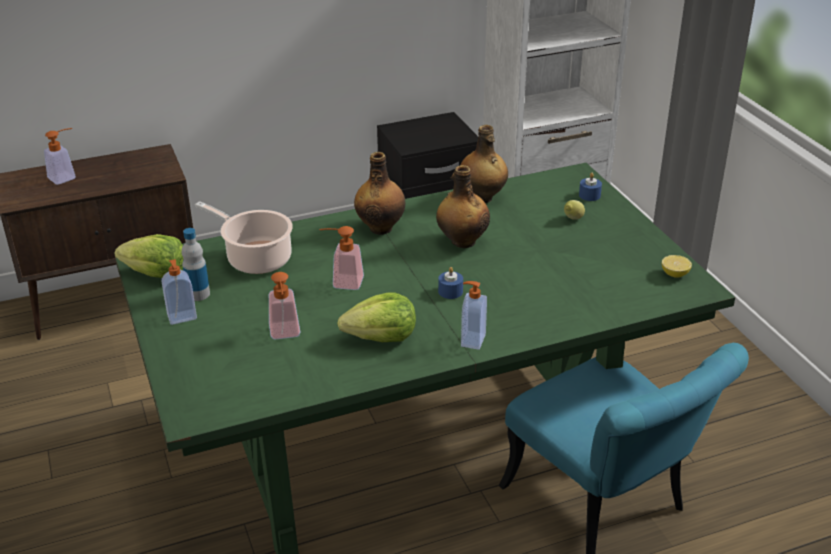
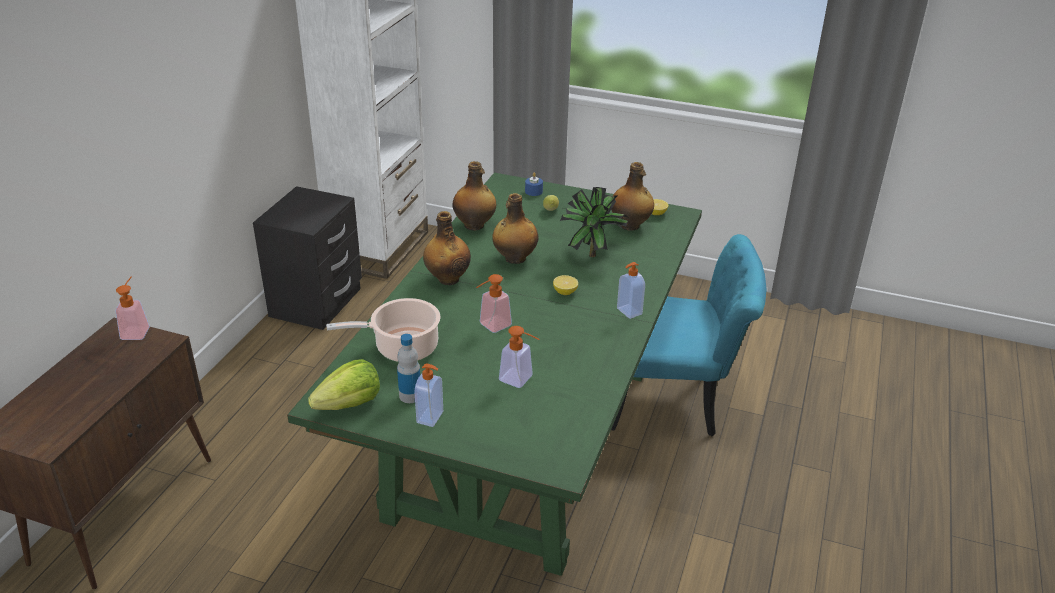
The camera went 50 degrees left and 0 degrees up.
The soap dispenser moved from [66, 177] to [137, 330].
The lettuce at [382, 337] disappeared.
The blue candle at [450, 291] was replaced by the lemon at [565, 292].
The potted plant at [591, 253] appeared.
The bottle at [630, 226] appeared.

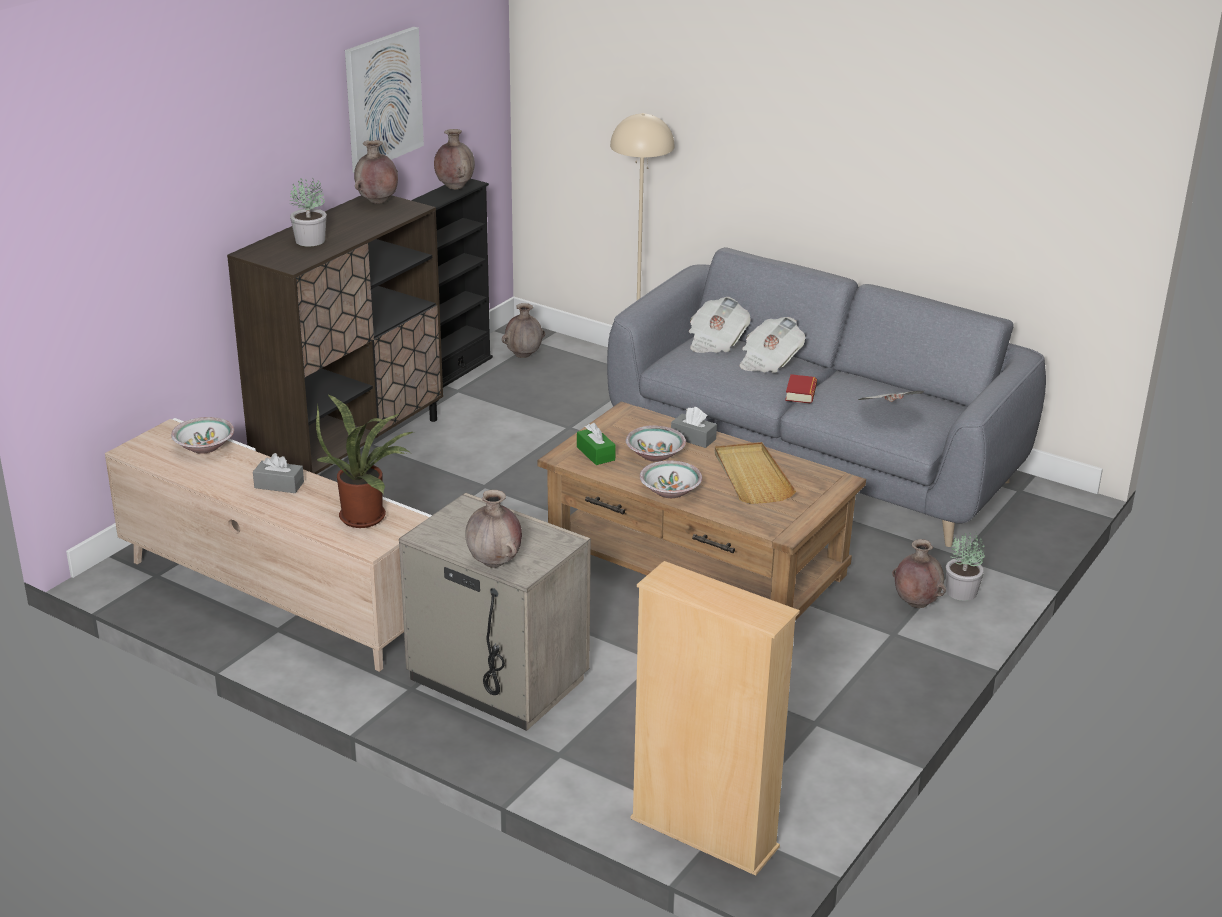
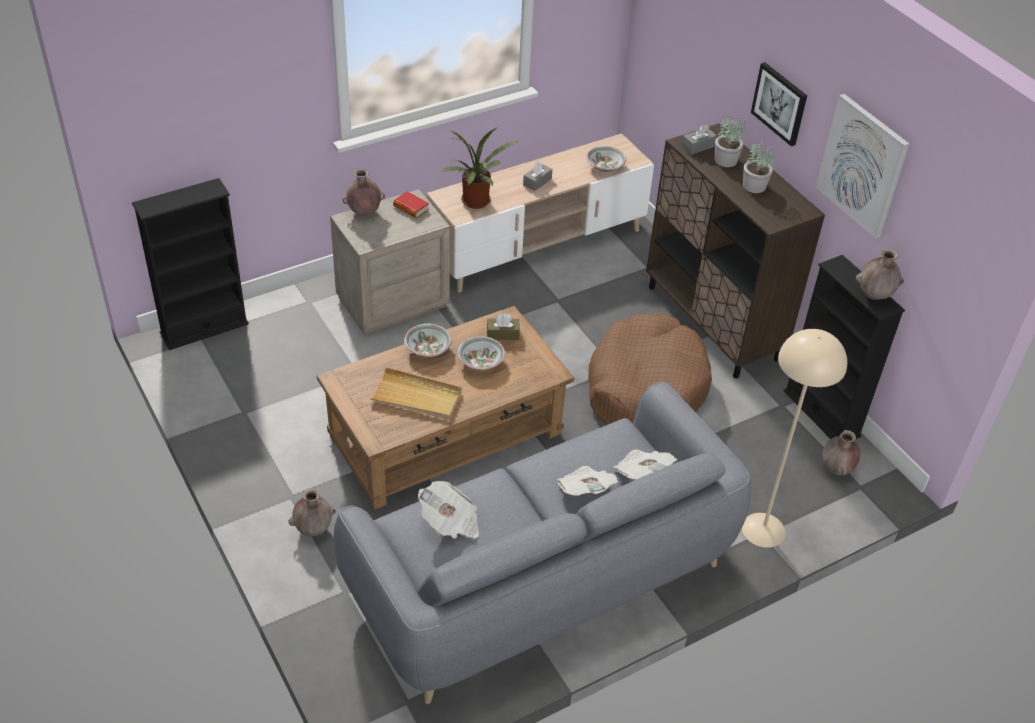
The camera went 115 degrees right and 15 degrees up.
The brown vase at [377, 201] disappeared.
The green tissue box at [595, 453] became the brown tissue box at [503, 334].
The beige bookcase at [703, 833] became the black bookcase at [204, 328].
The grey tissue box moved from [693, 438] to [698, 146].
The book moved from [801, 393] to [411, 208].
The potted plant moved from [962, 592] to [754, 186].
The brown dog bed at [645, 388] appeared.
The picture at [780, 103] appeared.

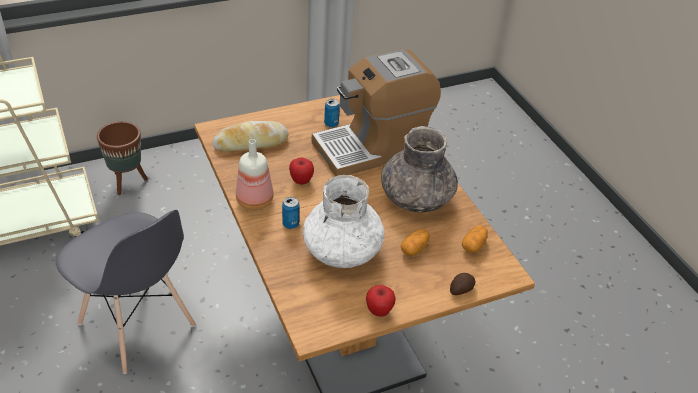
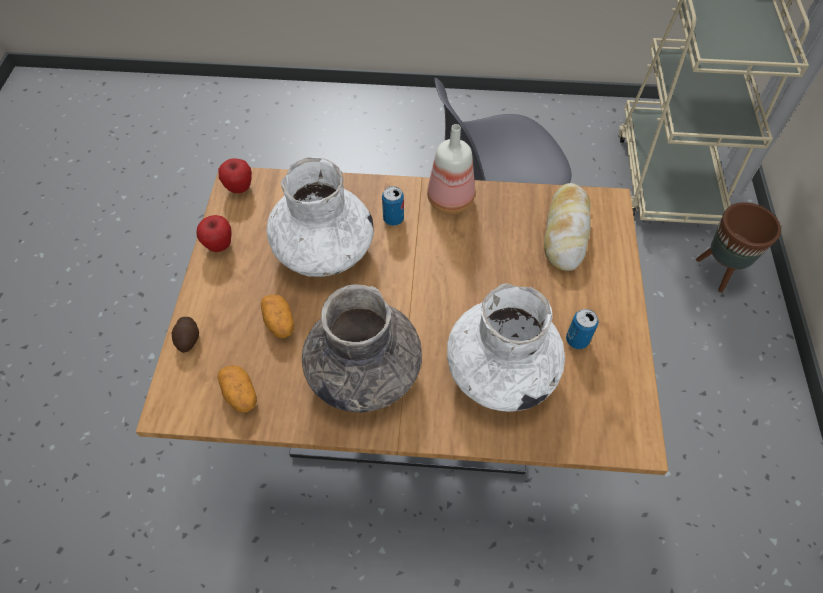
The camera went 120 degrees right and 15 degrees up.
The apple moved from [301, 181] to [239, 188].
The coffee machine at [373, 147] was replaced by the white vase at [500, 371].

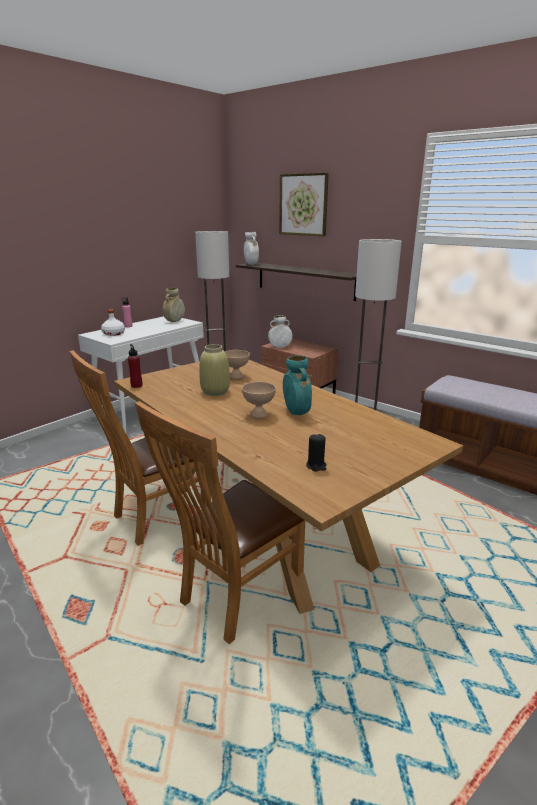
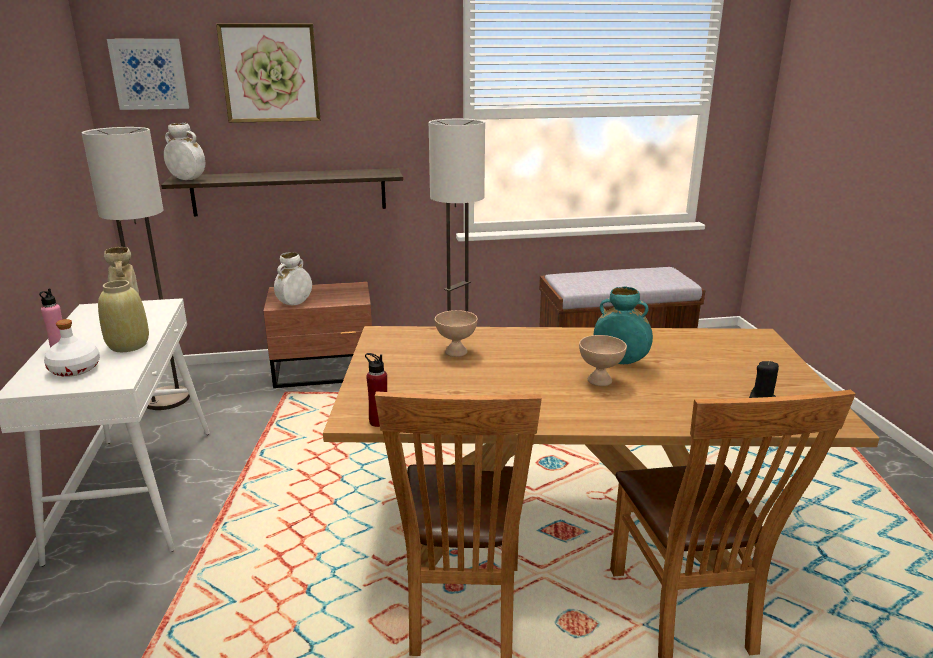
The camera went 50 degrees left and 0 degrees up.
The beige vase moved from [215, 391] to [129, 345].
The picture at [149, 74] appeared.

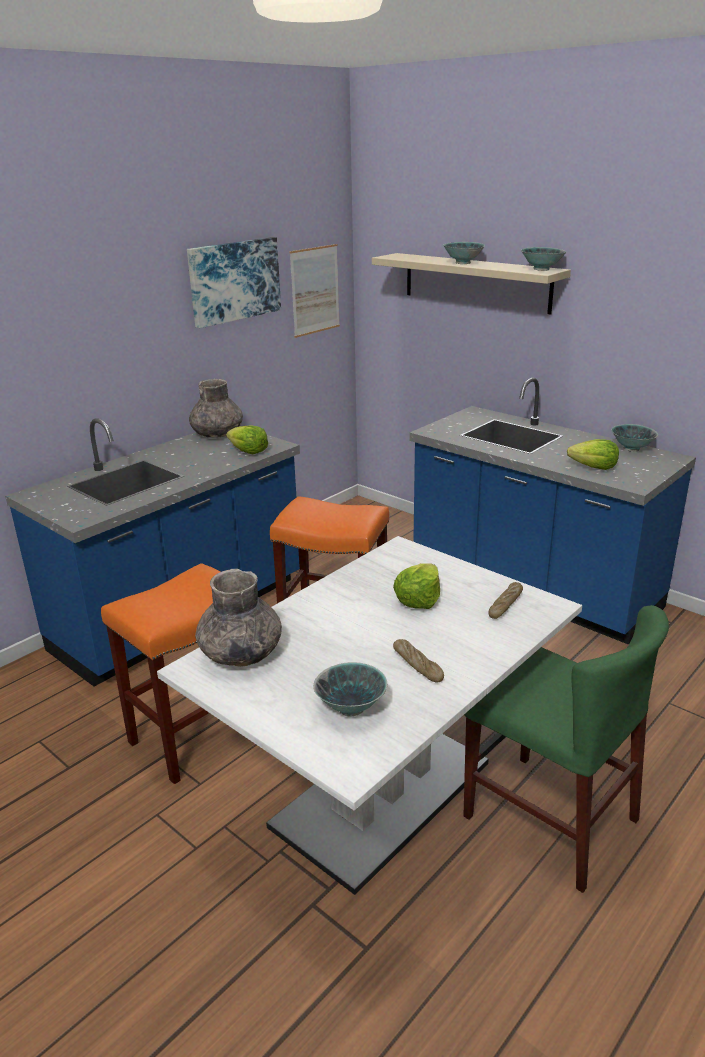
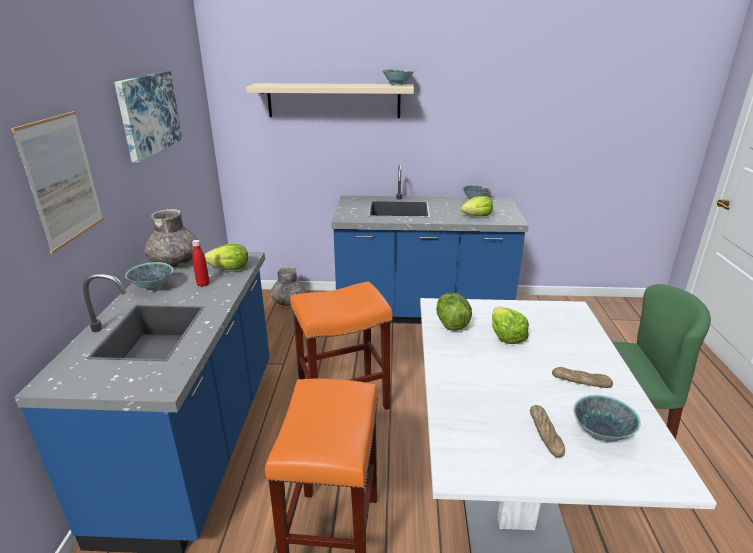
The camera went 40 degrees left and 0 degrees up.
The grey vase moved from [240, 653] to [289, 302].
The picture moved from [315, 290] to [62, 180].
The bowl moved from [462, 263] to [152, 288].
The bread moved from [505, 605] to [545, 434].
The red bottle at [203, 284] appeared.
The lettuce at [451, 323] appeared.

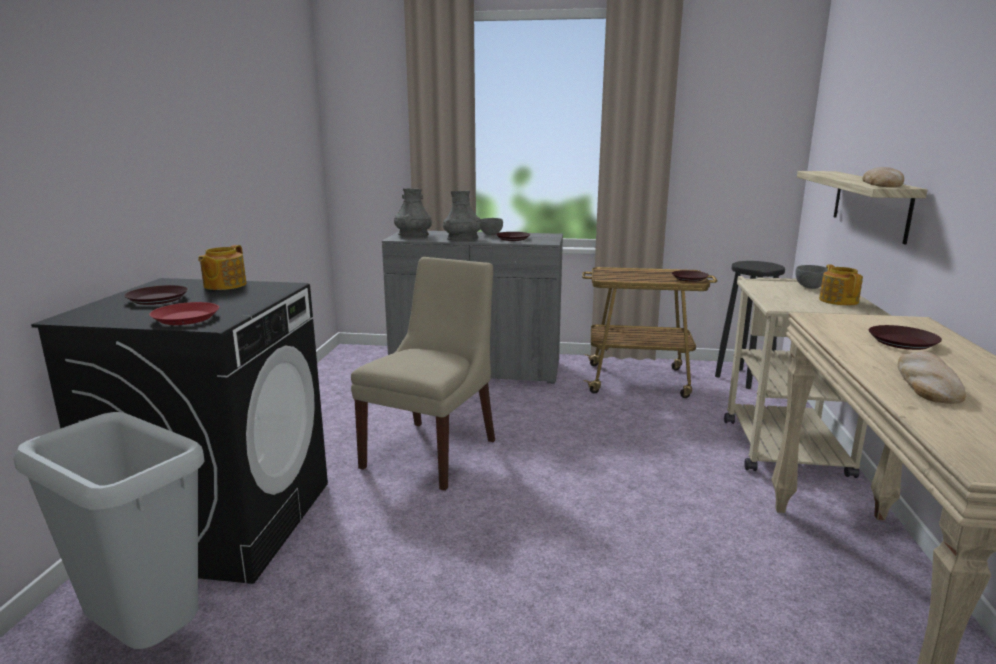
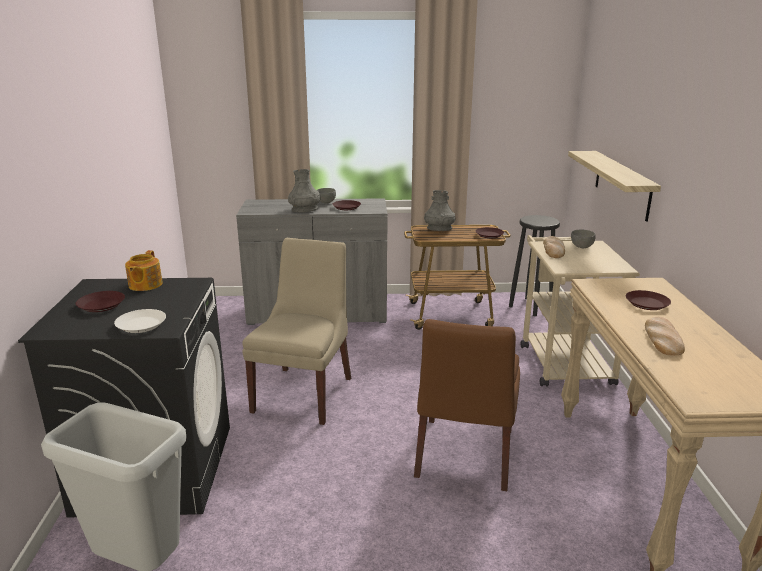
The camera went 10 degrees left and 5 degrees up.
The red plate at [186, 318] became the white plate at [141, 325].
The grey vase moved from [413, 235] to [439, 229].
The teapot at [838, 300] disappeared.
The bread moved from [882, 184] to [554, 250].
The brown chair at [464, 456] appeared.

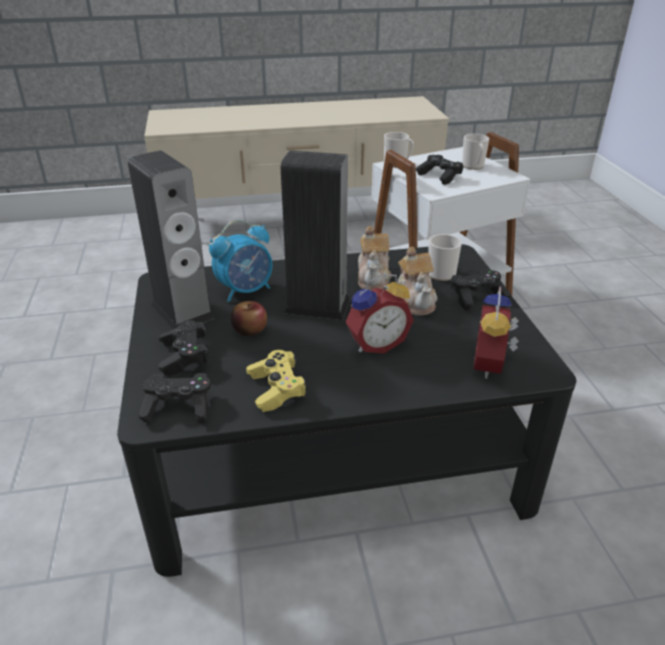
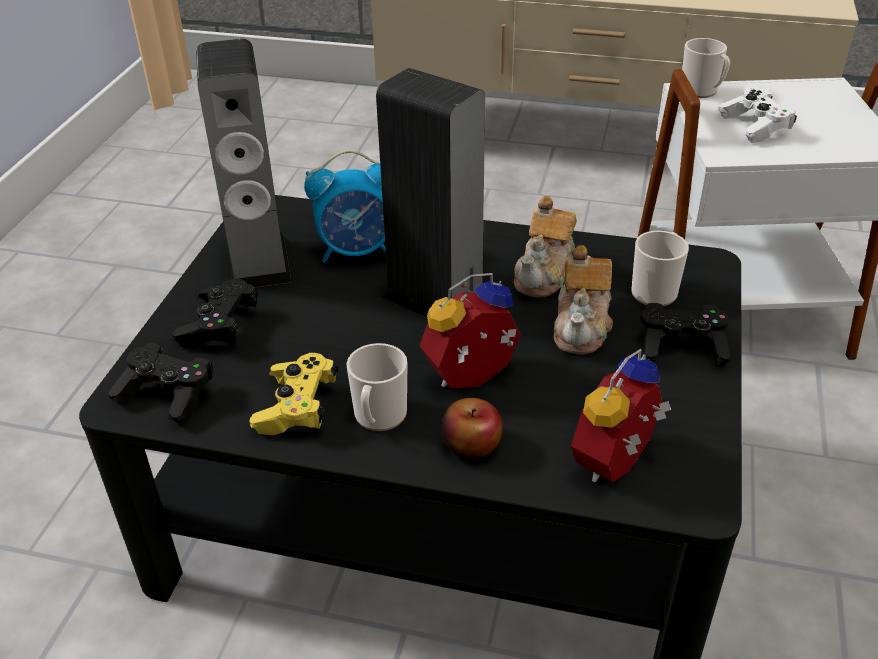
The camera went 25 degrees right and 5 degrees up.
The apple moved from [250, 330] to [471, 444].
The alarm clock at [376, 344] turned 150 degrees clockwise.
The black game controller at [439, 176] became the white game controller at [754, 126].
The mug moved from [473, 166] to [378, 417].

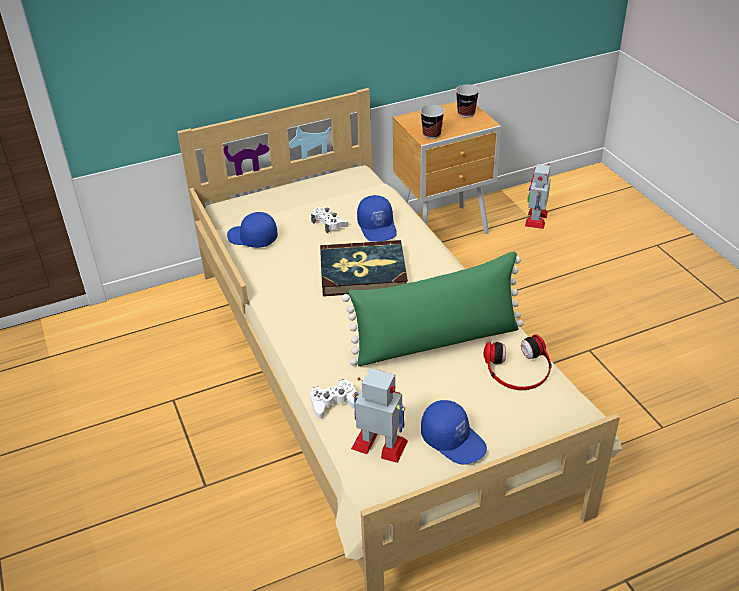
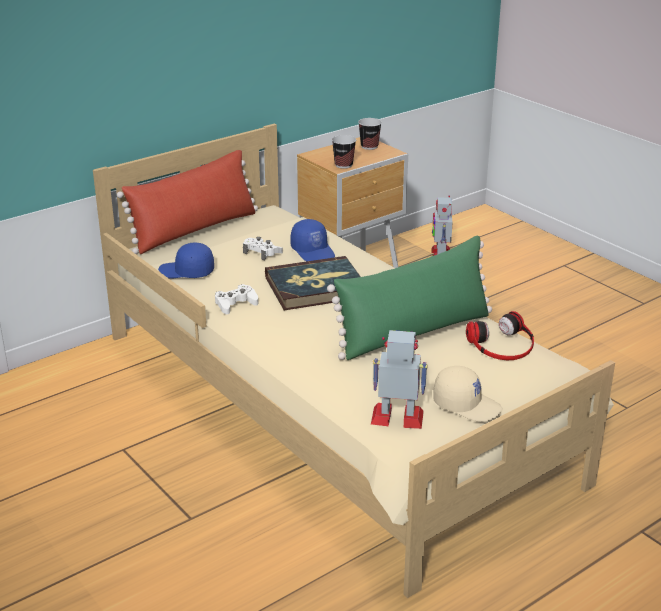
The camera went 15 degrees left and 10 degrees down.
The white game controller moved from [333, 402] to [235, 304].
The blue cap at [454, 440] became the beige cap at [467, 405].
The red pillow at [195, 230] appeared.

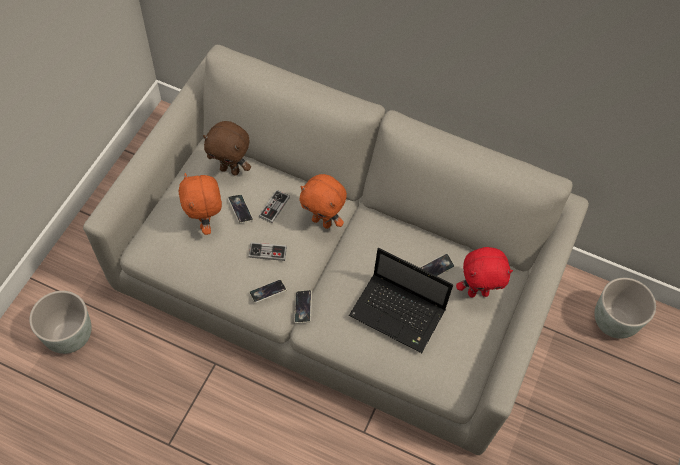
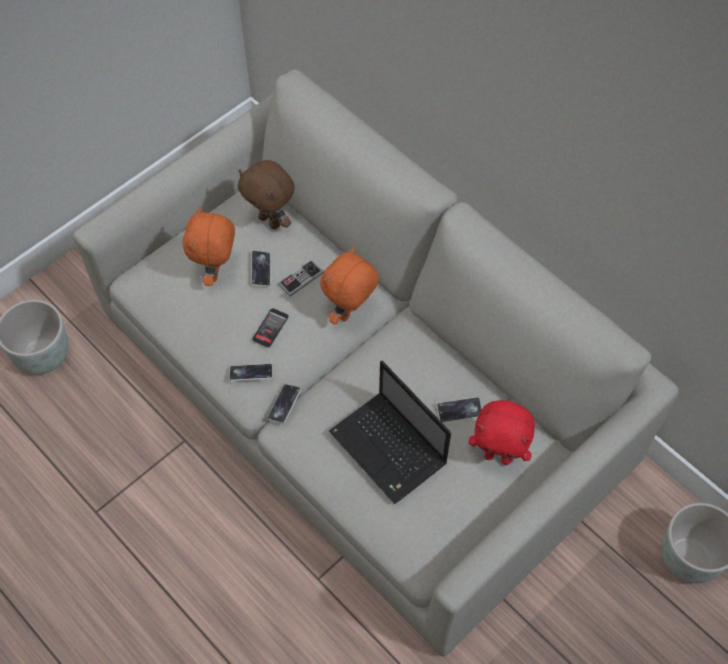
The camera went 25 degrees right and 0 degrees up.
The game controller at [267, 252] was replaced by the phone at [270, 328].
The orange plush toy at [322, 221] turned 75 degrees clockwise.

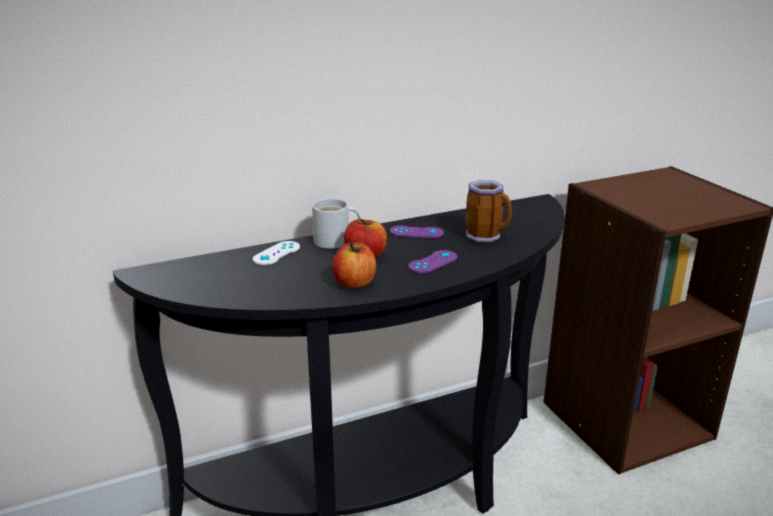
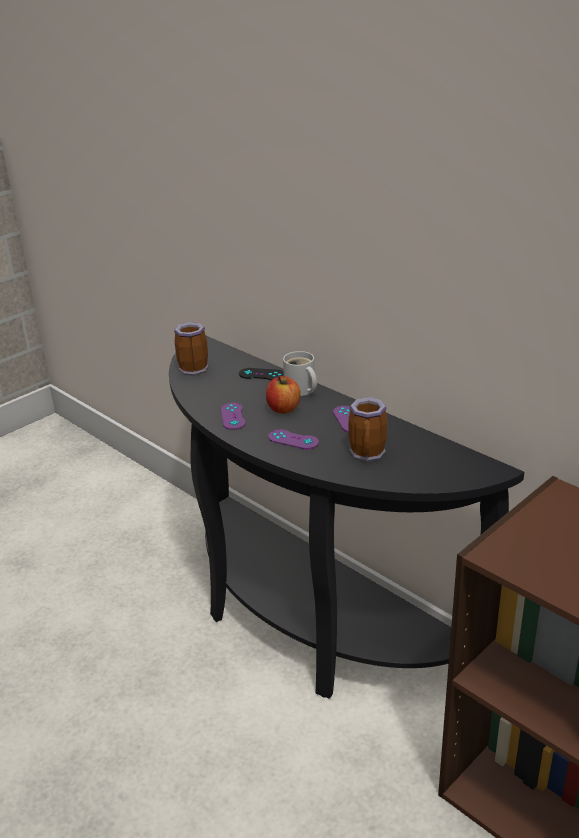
The camera went 70 degrees right and 5 degrees up.
The white game controller at [276, 253] became the black game controller at [261, 374].
The apple at [355, 283] was replaced by the purple game controller at [233, 416].
The mug at [192, 368] appeared.

